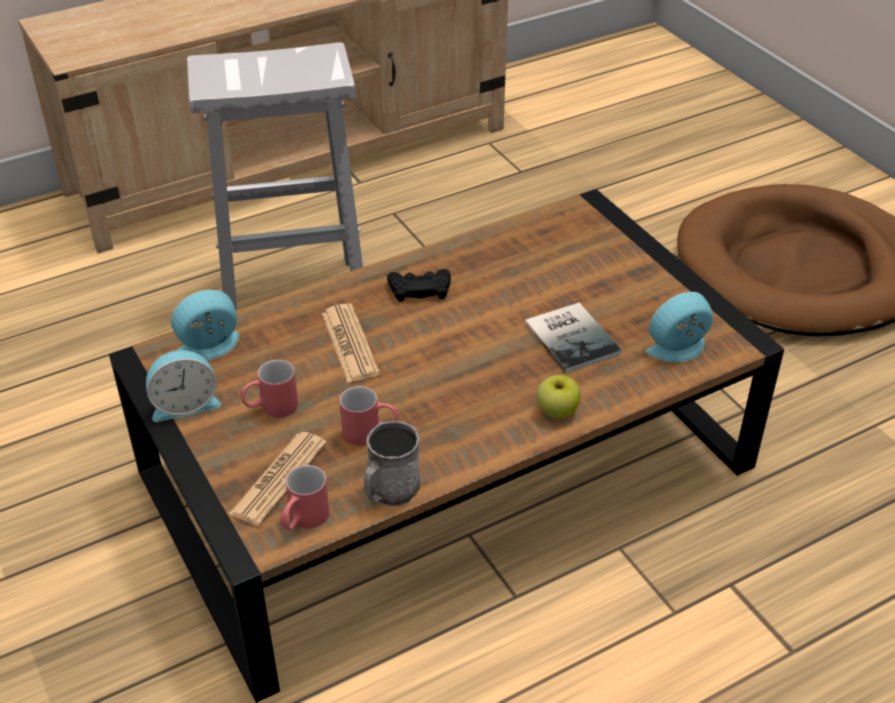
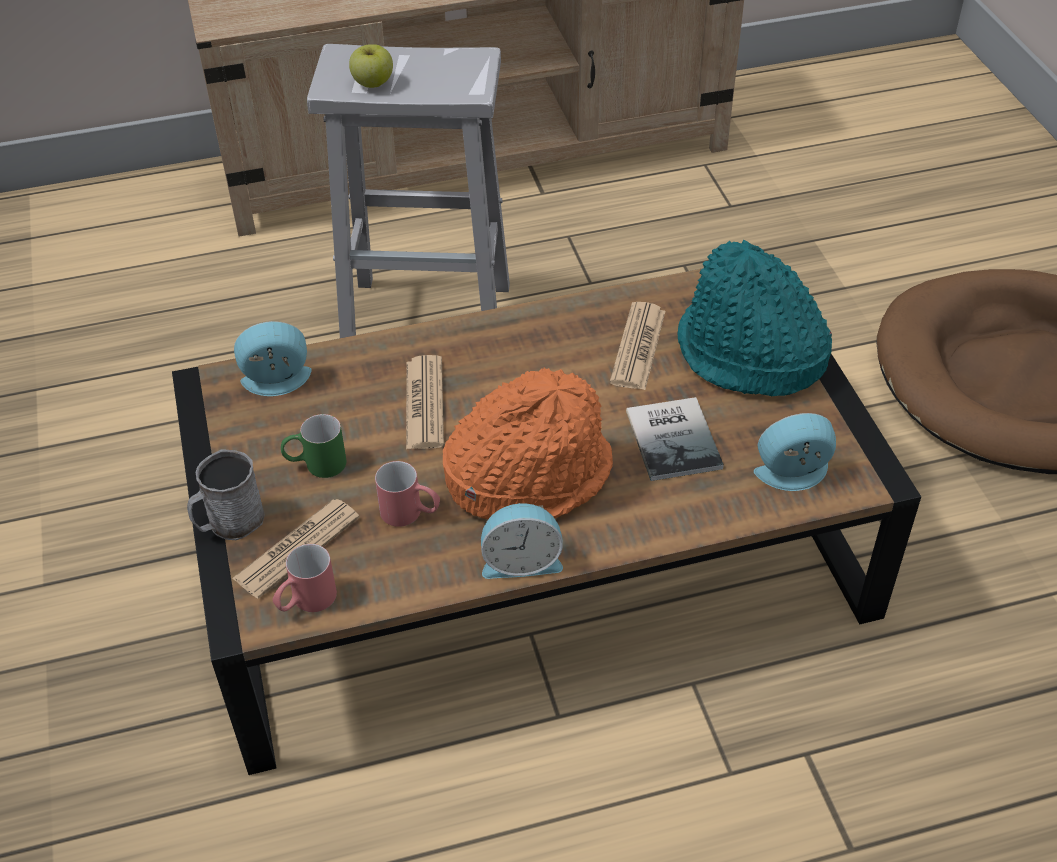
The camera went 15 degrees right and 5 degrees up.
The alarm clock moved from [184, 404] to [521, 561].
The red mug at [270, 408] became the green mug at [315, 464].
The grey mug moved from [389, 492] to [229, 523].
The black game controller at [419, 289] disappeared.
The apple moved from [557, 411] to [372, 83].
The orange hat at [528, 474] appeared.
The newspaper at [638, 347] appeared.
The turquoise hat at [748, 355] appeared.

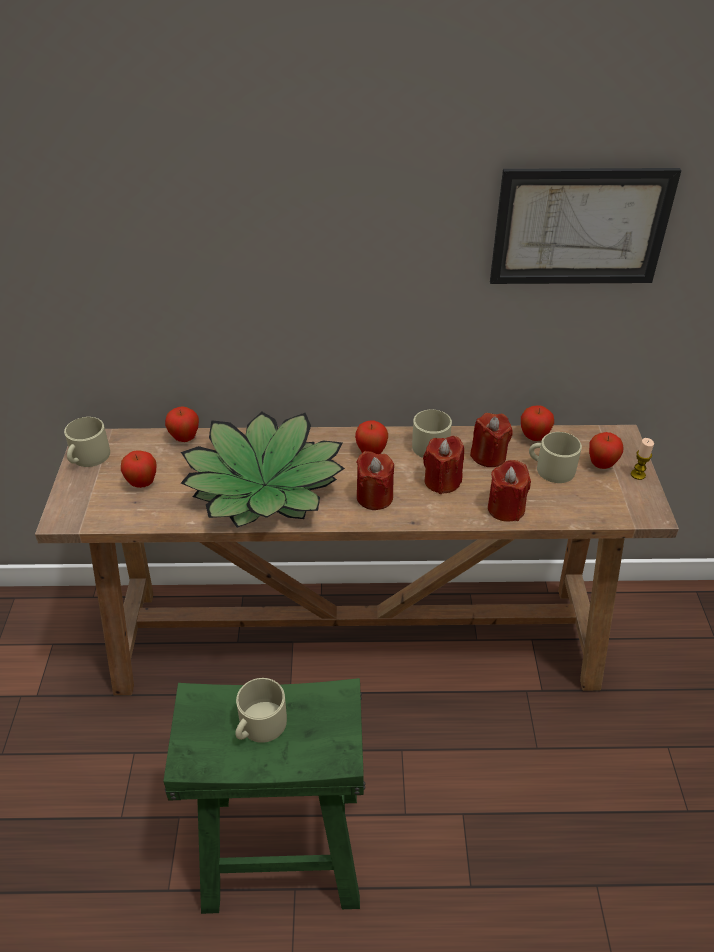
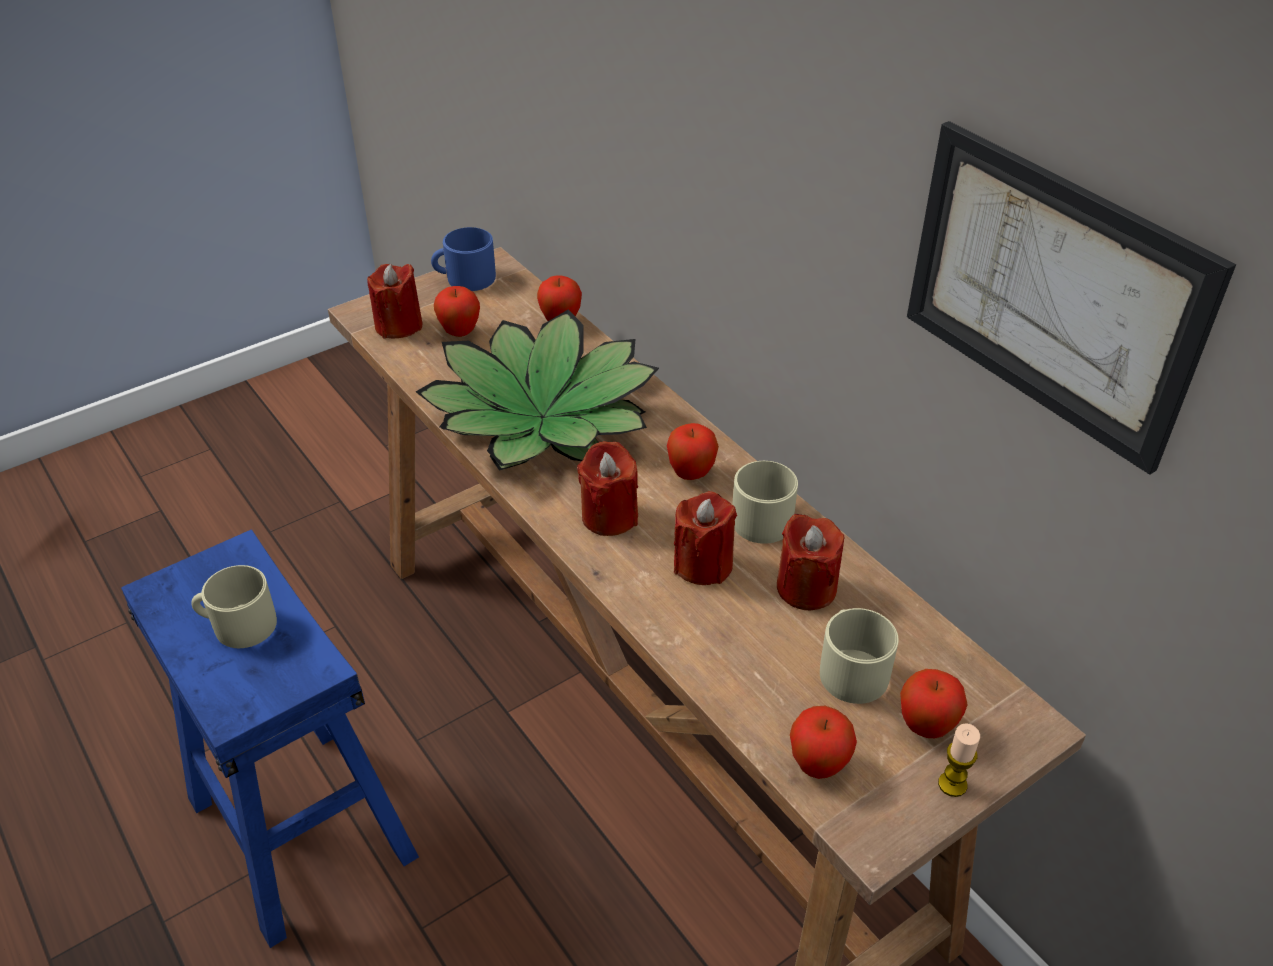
The camera went 55 degrees right and 0 degrees up.
The beige mug at [88, 457] became the blue mug at [465, 278].
The green stool at [283, 848] became the blue stool at [303, 826].
The red candle moved from [506, 508] to [398, 325].
The apple moved from [534, 437] to [818, 765].

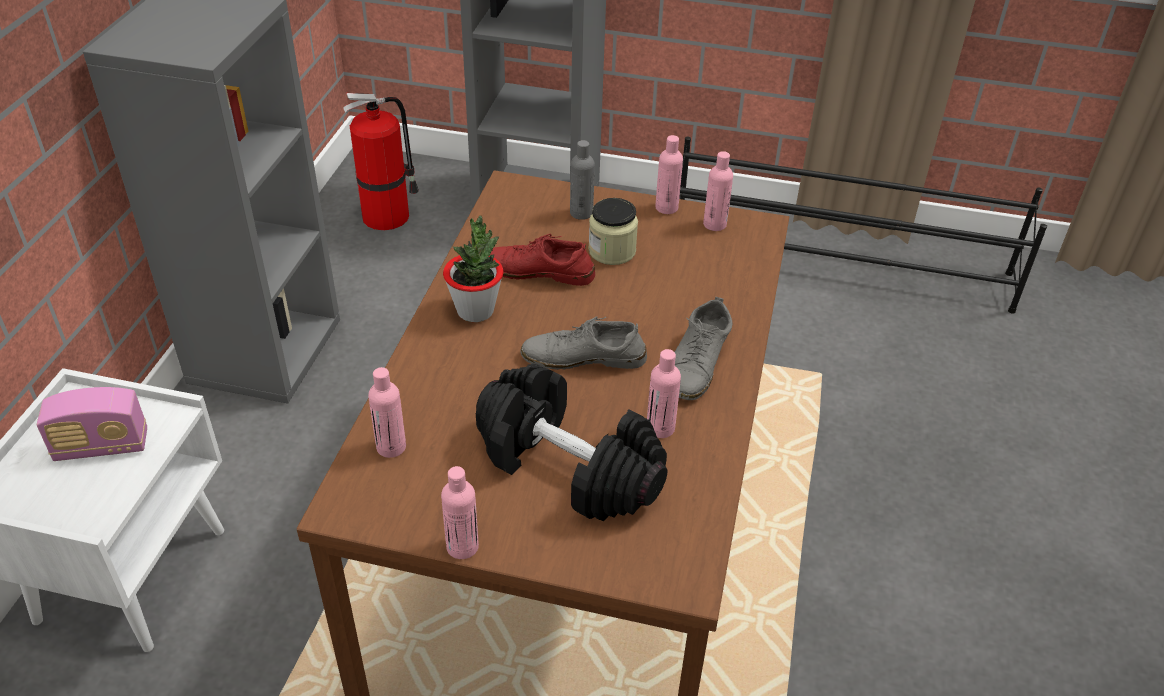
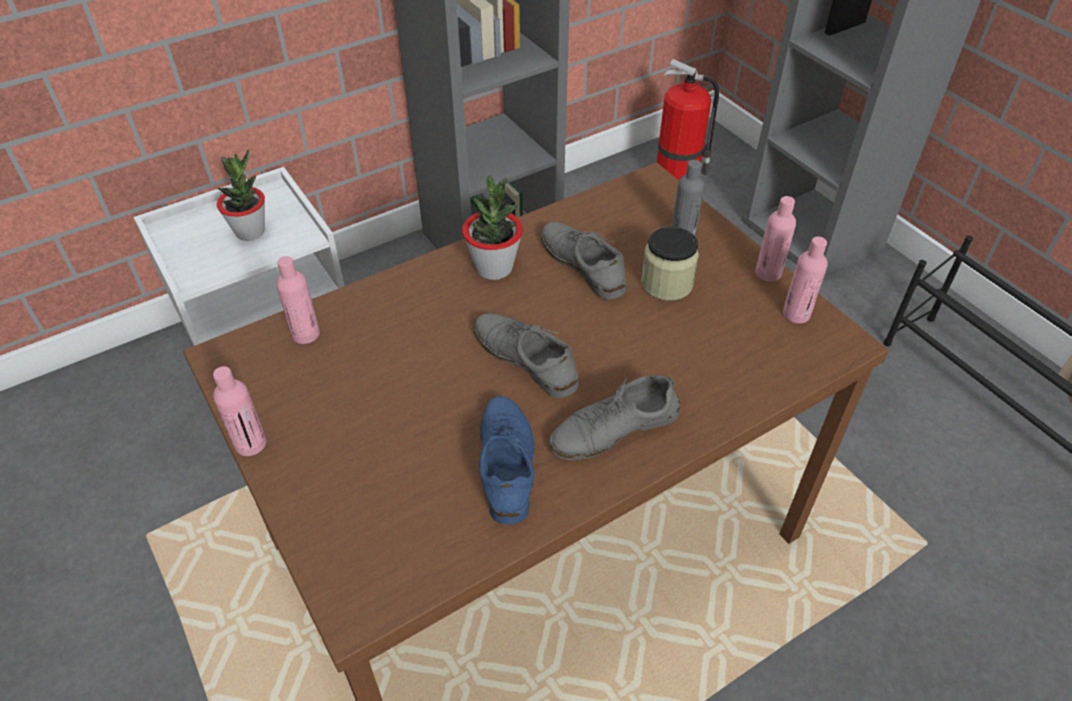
The camera went 45 degrees right and 5 degrees up.
The radio at [102, 446] was replaced by the potted plant at [250, 232].
The black dumbbell at [567, 467] disappeared.
The red shoe at [538, 271] became the grey shoe at [582, 265].
The pink bottle at [660, 428] was replaced by the blue shoe at [507, 462].

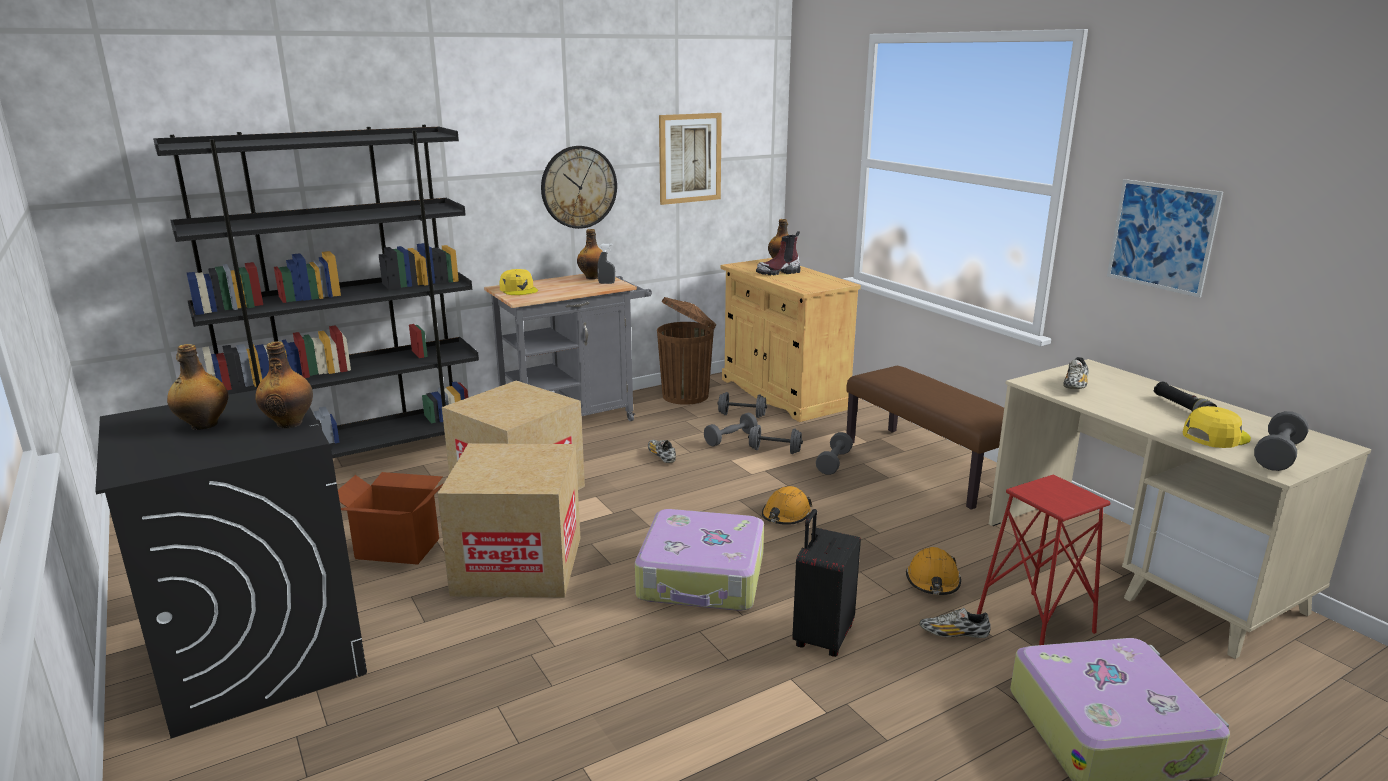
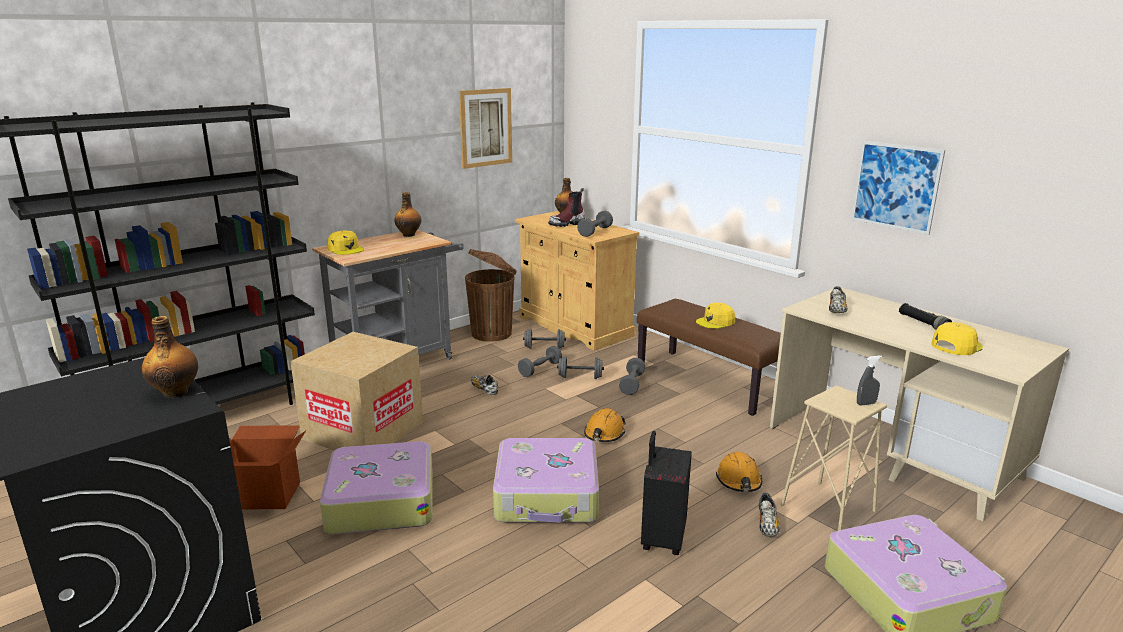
The camera went 10 degrees left and 0 degrees up.
The bottle at [203, 425] disappeared.
The cardboard box at [518, 565] was replaced by the suitcase at [380, 501].
The wall clock at [578, 187] disappeared.
The grey spray bottle moved from [606, 283] to [866, 404].
The shoe at [953, 634] turned 75 degrees counterclockwise.
The red stool at [1035, 623] became the beige stool at [827, 508].
The grey dumbbell moved from [1277, 455] to [595, 231].
The yellow cap at [715, 322] appeared.

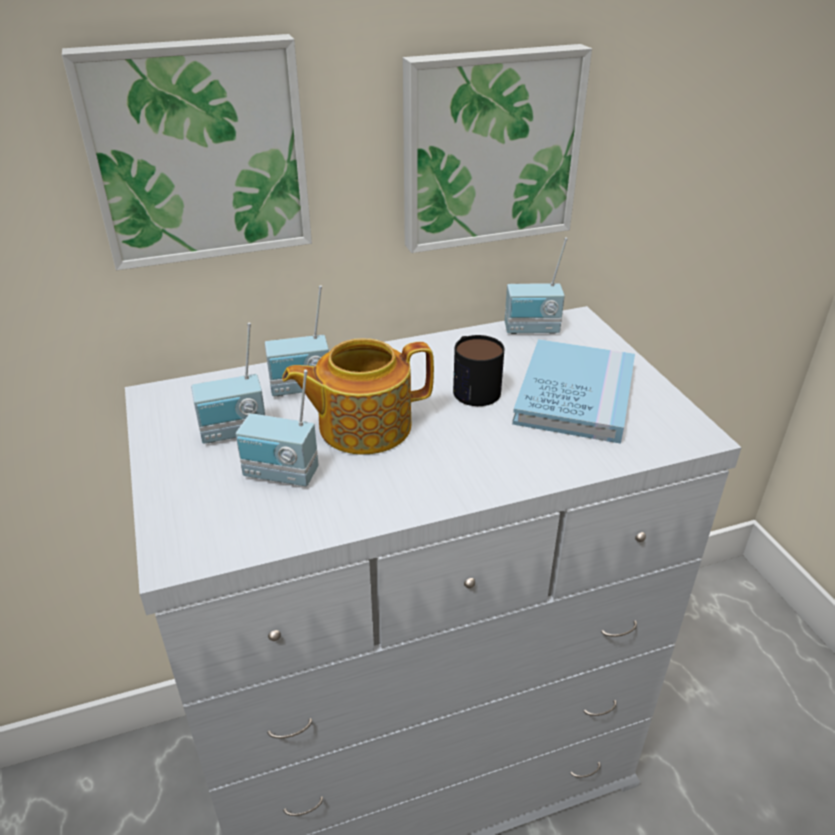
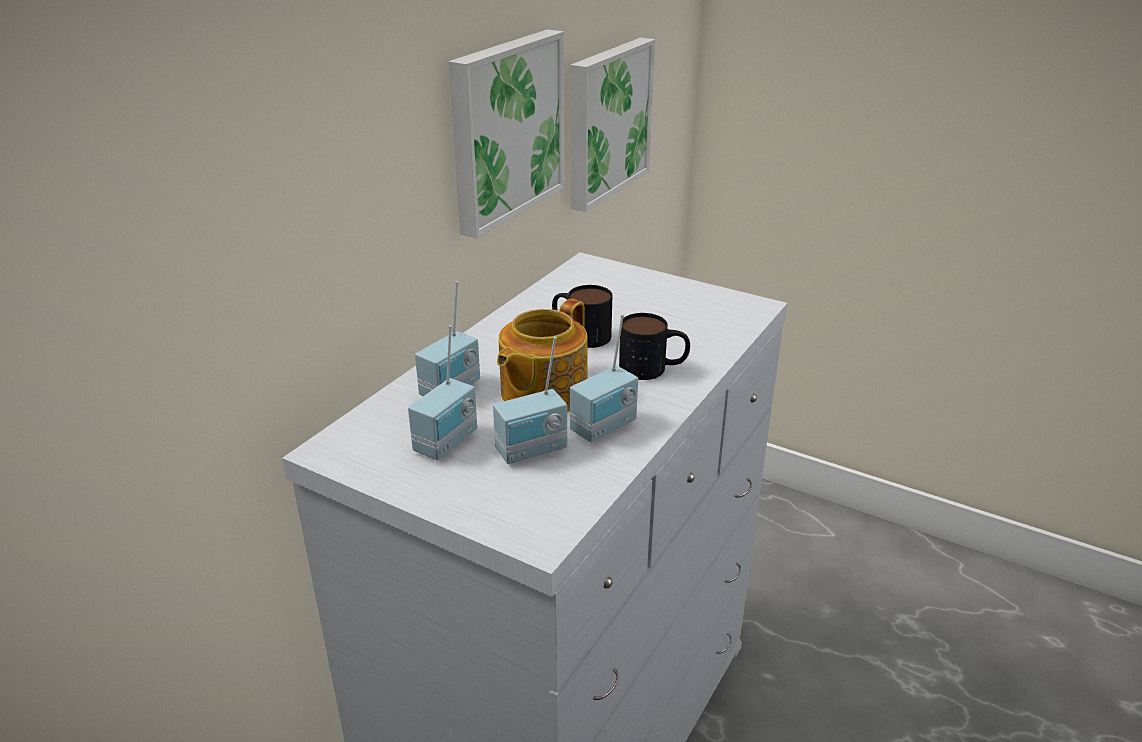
The camera went 40 degrees left and 5 degrees down.
The picture moved from [198, 152] to [605, 121].
The radio moved from [532, 330] to [605, 427].
The blue book at [575, 395] disappeared.
The mug at [653, 368] appeared.

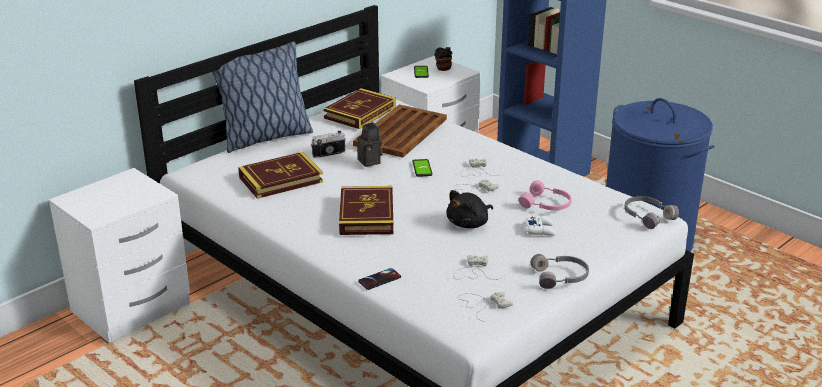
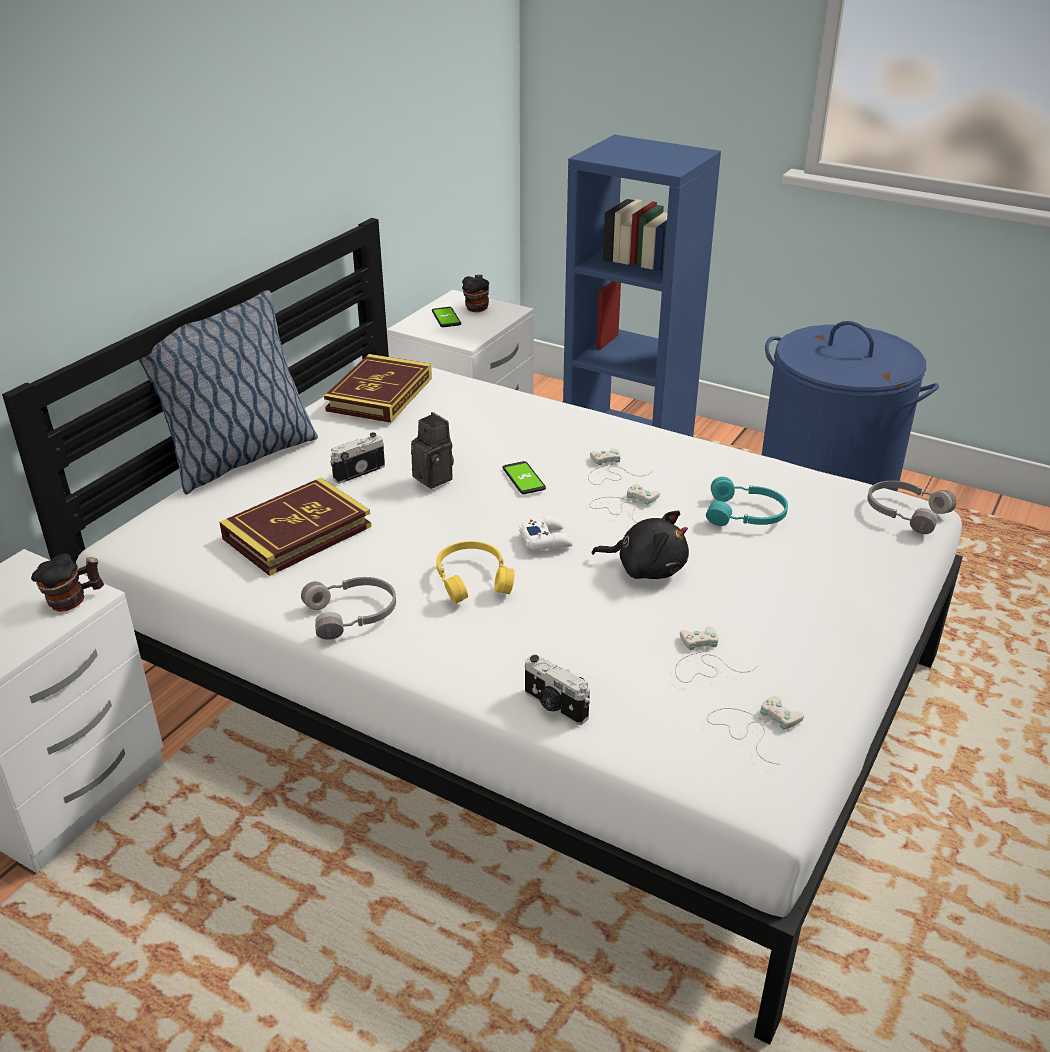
The camera went 15 degrees left and 5 degrees up.
The book at [366, 215] was replaced by the yellow headphones at [473, 579].
The brown tray at [401, 131] disappeared.
The phone at [379, 279] was replaced by the photo camera at [554, 706].
The black plush toy at [469, 223] turned 105 degrees counterclockwise.
The pink headphones at [546, 205] became the turquoise headphones at [746, 515].
The white game controller moved from [540, 230] to [546, 539].
The grey headphones moved from [561, 277] to [353, 615].
The mug at [73, 601] appeared.

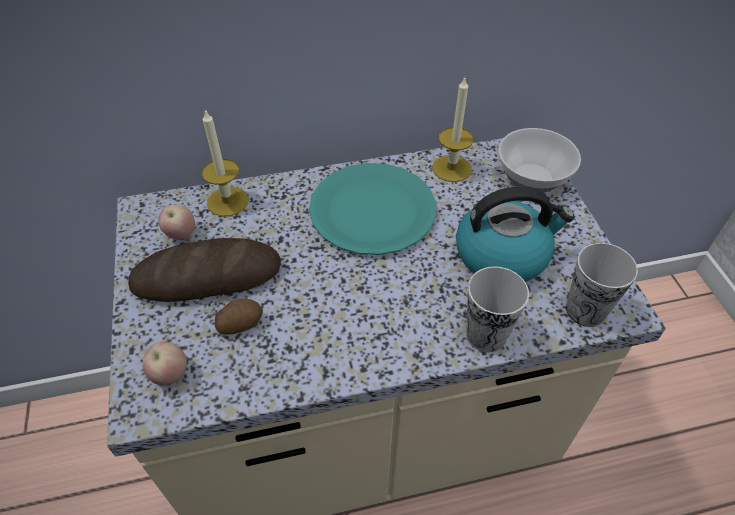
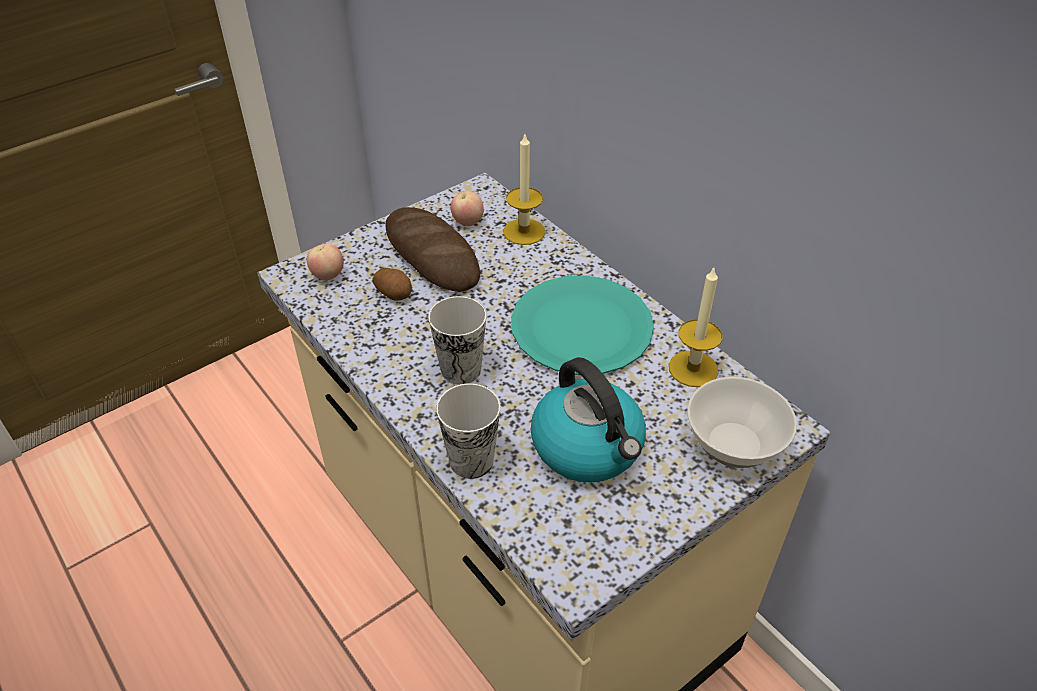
The camera went 65 degrees right and 5 degrees down.
The cup moved from [585, 310] to [461, 370].

